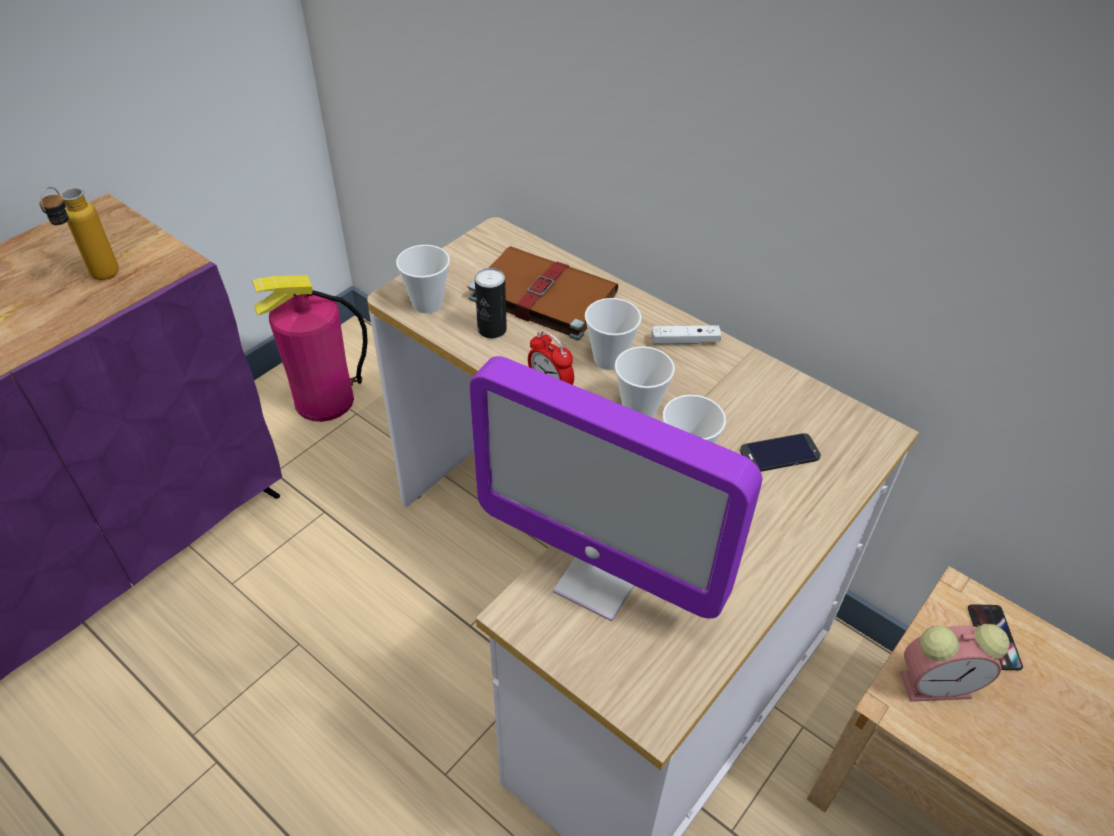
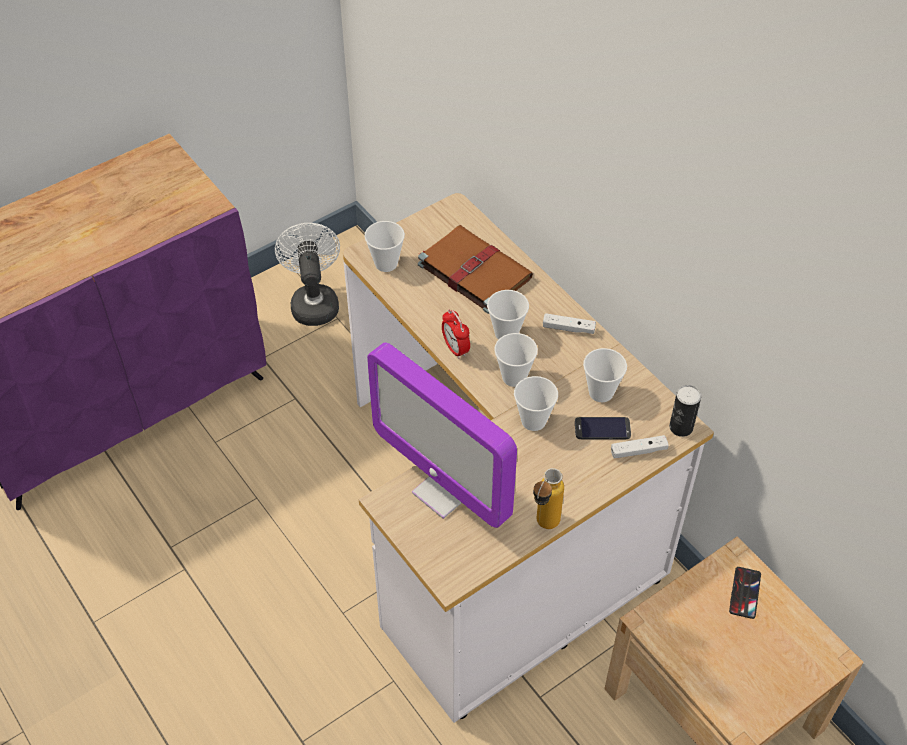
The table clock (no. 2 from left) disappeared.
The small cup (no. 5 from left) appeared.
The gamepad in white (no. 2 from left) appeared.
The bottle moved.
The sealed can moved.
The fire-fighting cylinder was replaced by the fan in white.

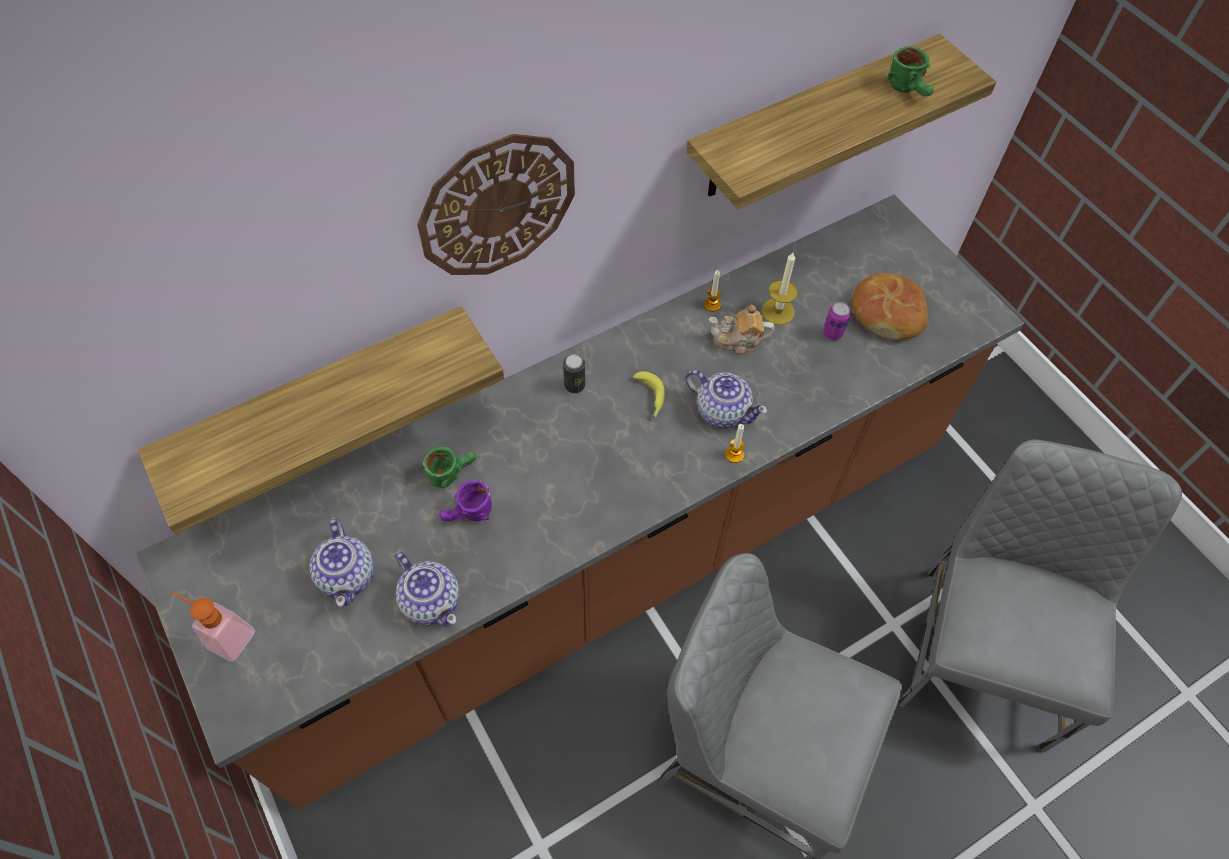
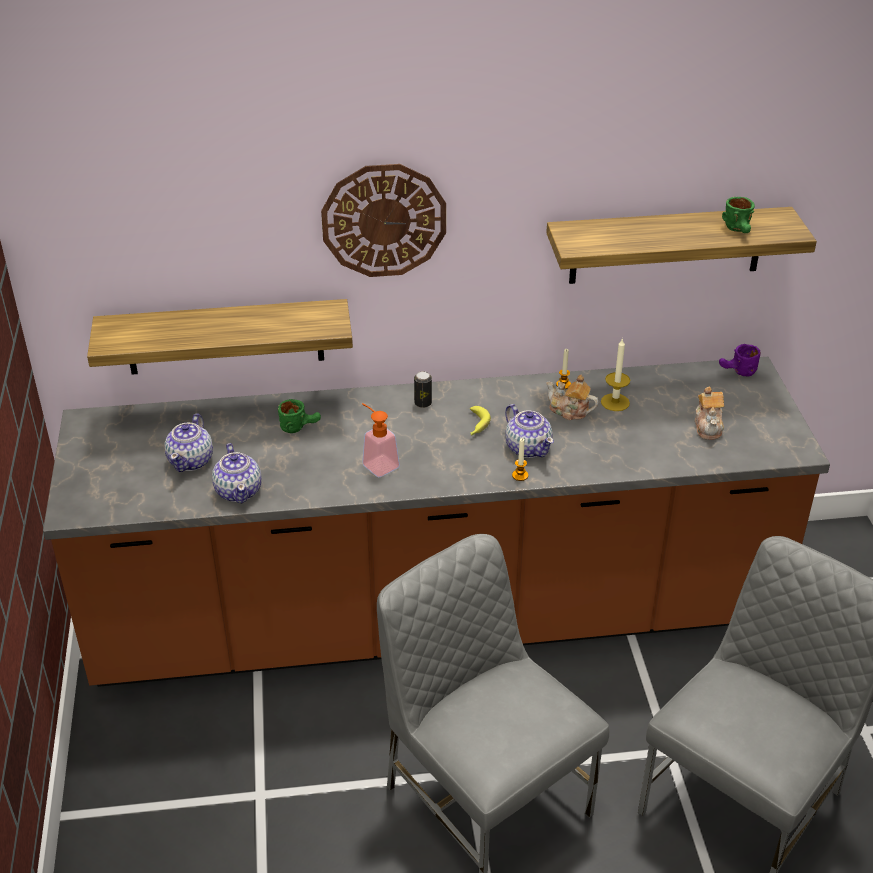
The sealed can (no. 2 from left) disappeared.
The soap bottle moved.
The coffee mug in purplish moved.
The bakery bread was replaced by the teapot (no. 5 from left).

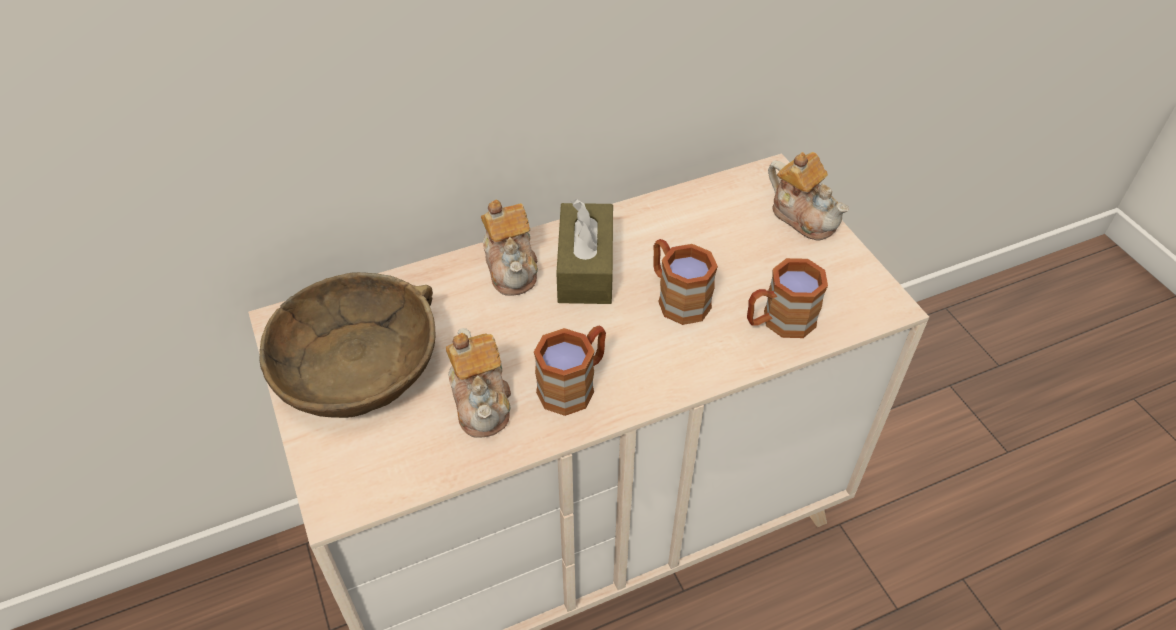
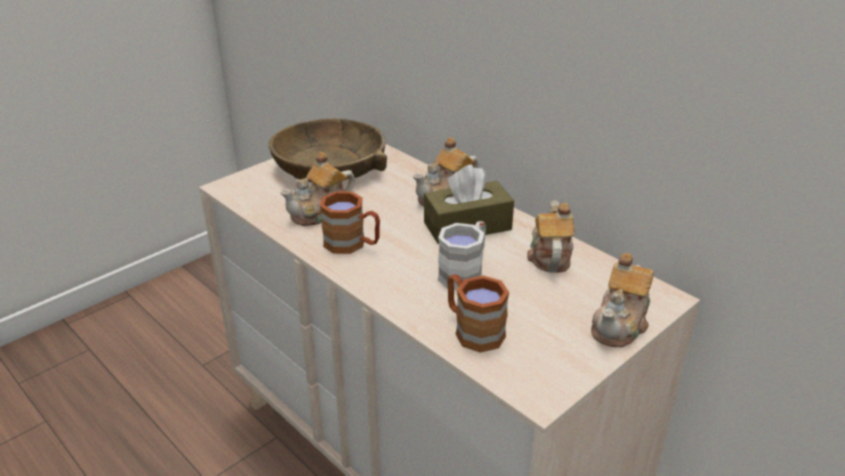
The teapot (no. 3 from left) appeared.
The coffee mug in brown (no. 2 from left) became the coffee mug in white.

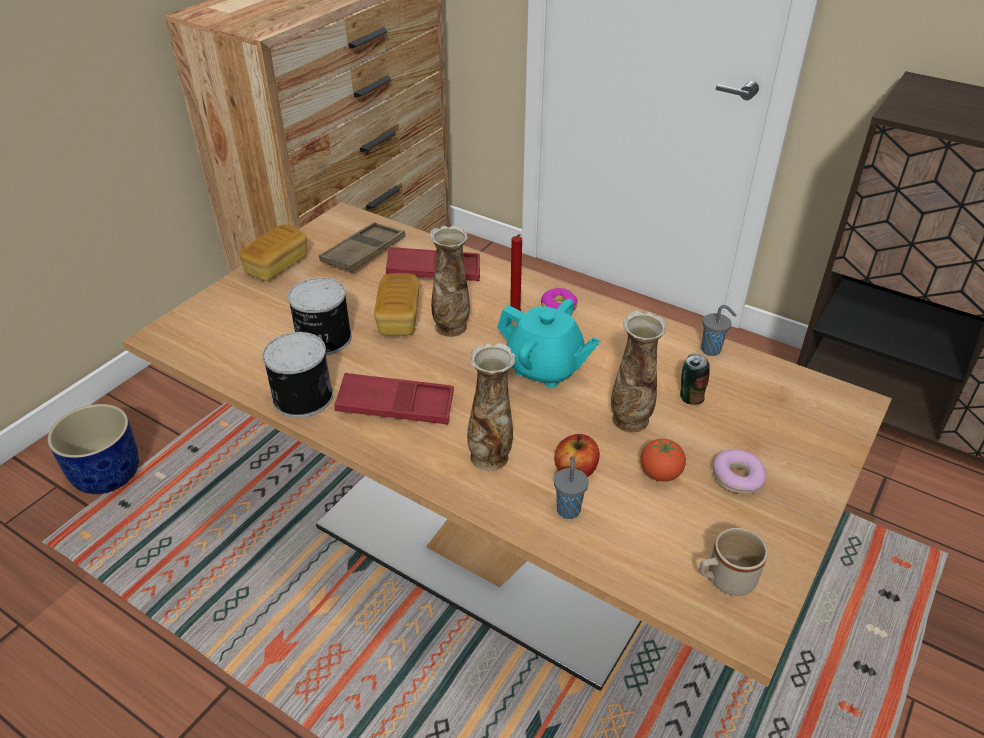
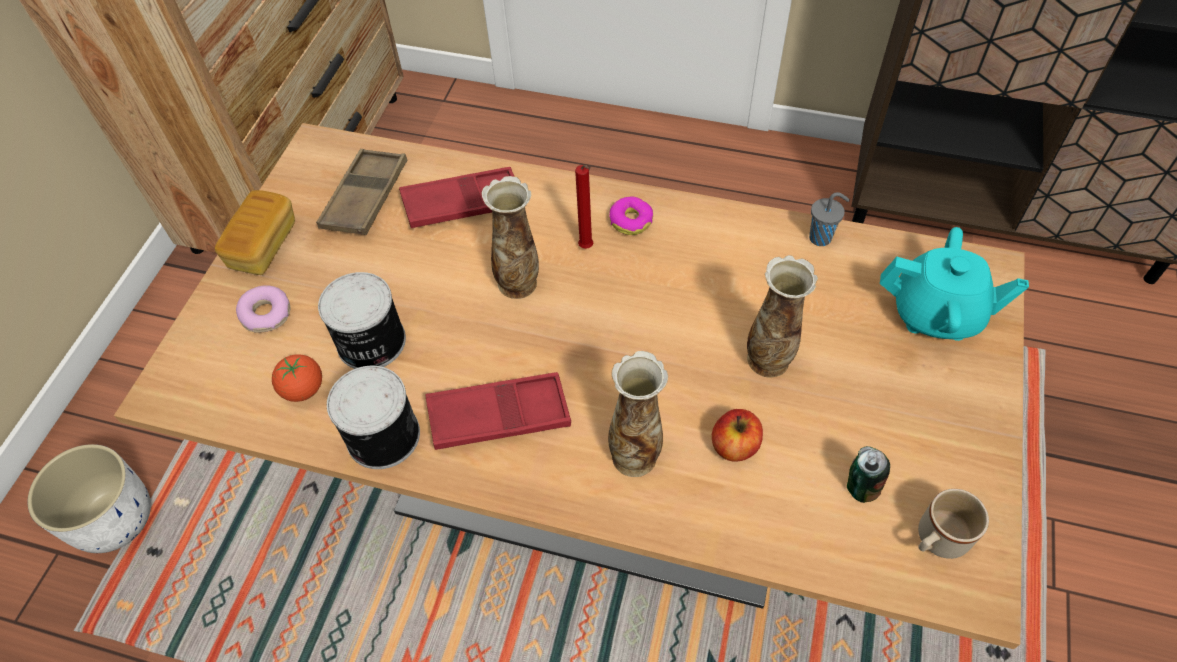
The bakery bread (no. 2 from left) disappeared.
The small cup in grey (no. 1 from left) disappeared.
The teapot in turquoise-coloured moved.
The fresh tomato moved.
The sealed can (no. 3 from left) moved.
The doughnut (no. 2 from left in the first image) moved.
The flower pot in blue-coloured became the flower pot in white.

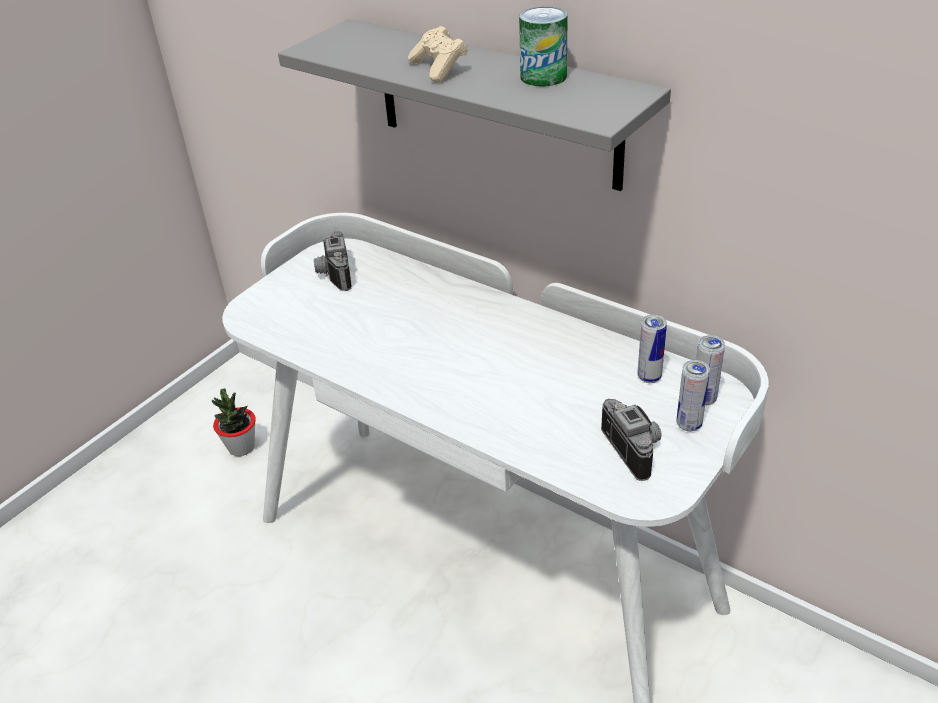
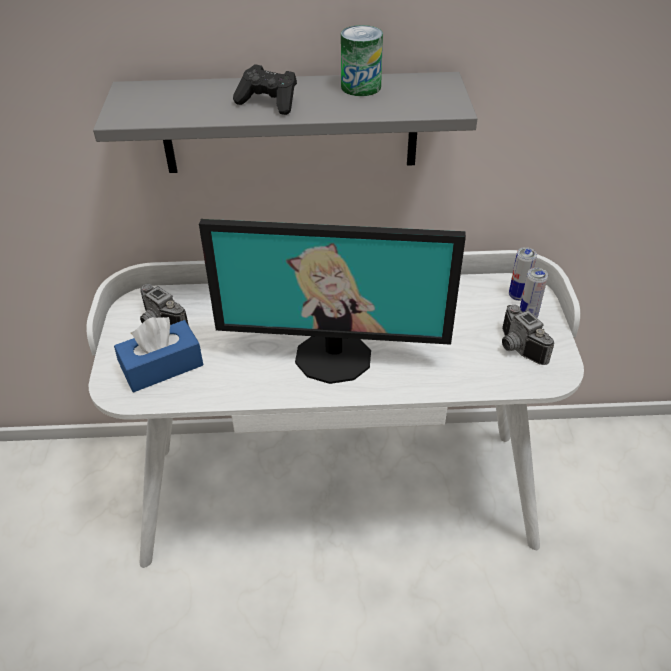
The potted plant disappeared.
The sealed can (no. 2 from left) disappeared.
The tissue holder in blue-coloured appeared.
The monitor appeared.
The gamepad in beige-coloured became the gamepad in black-coloured.
The still camera (no. 2 from left) turned 150 degrees counterclockwise.

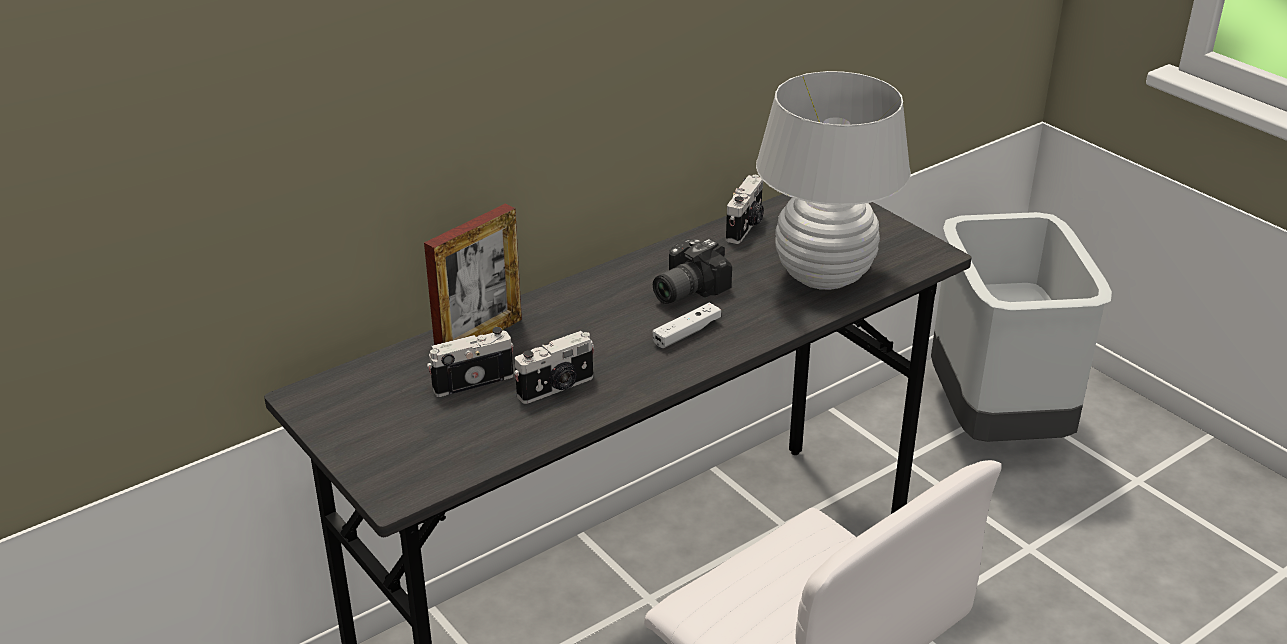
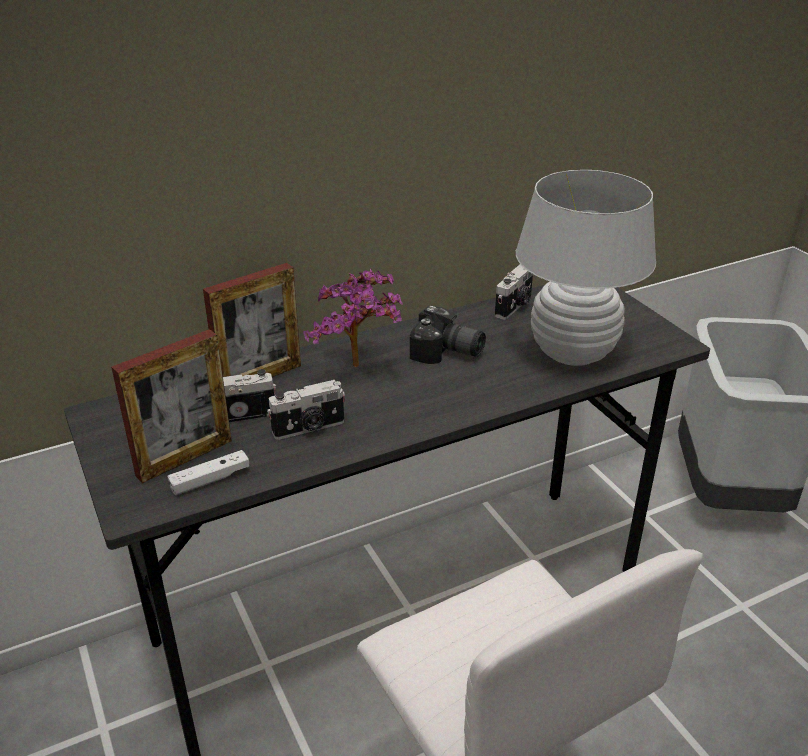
The picture frame (no. 1 from left) appeared.
The potted plant appeared.
The gamepad in white moved.
The still camera (no. 3 from left) turned 120 degrees counterclockwise.

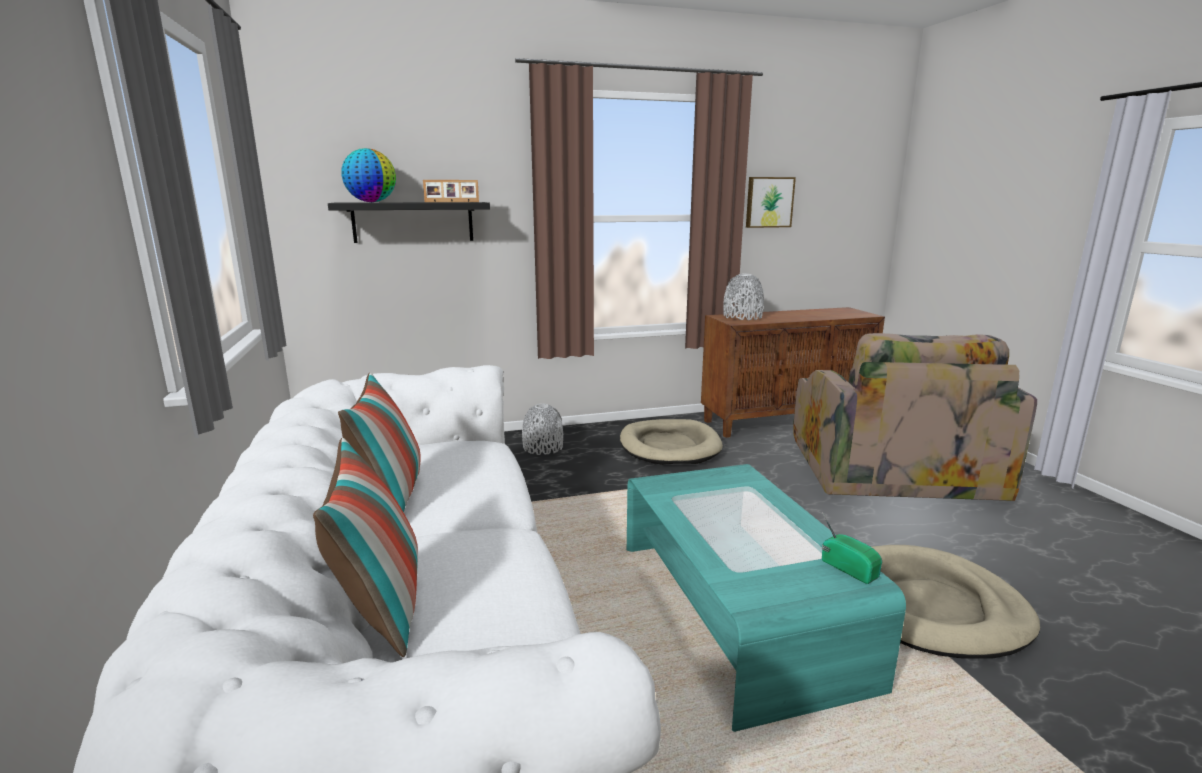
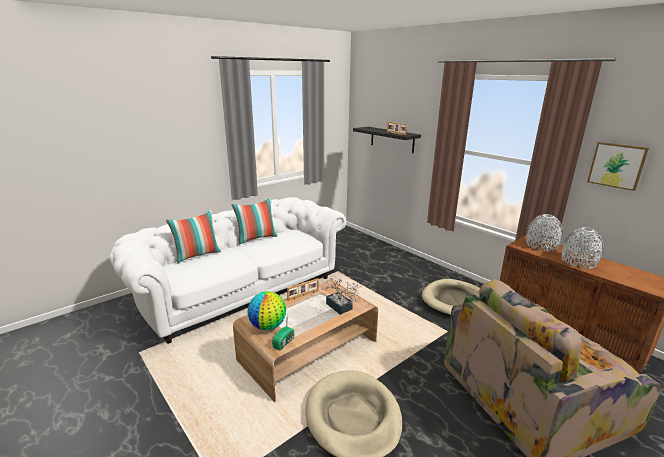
The picture frame (no. 1 from left) appeared.
The potted plant appeared.
The world globe moved.
The vase in grey (no. 1 from left in the first image) moved.
The low table in turquoise-coloured became the low table in brown.

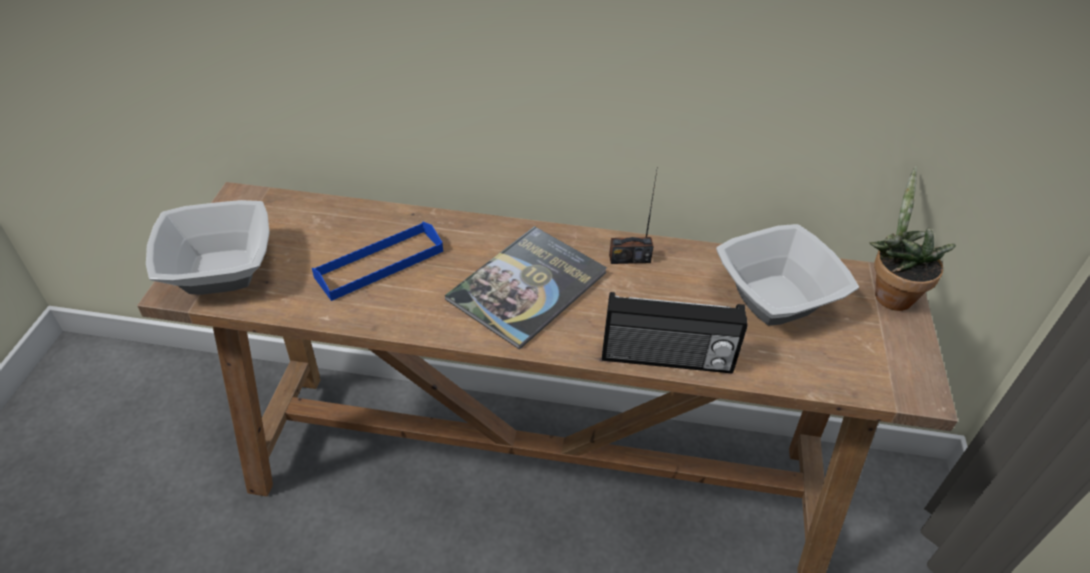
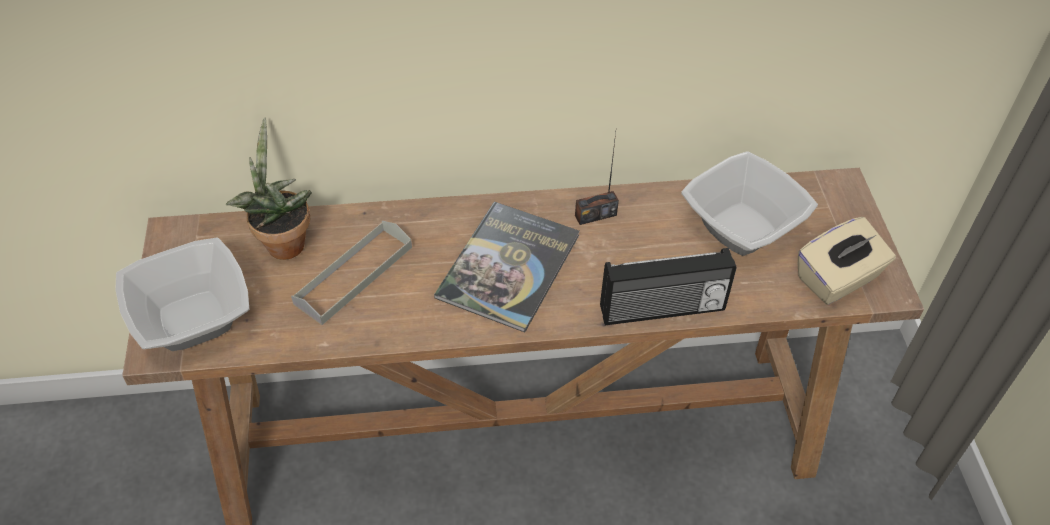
The tissue holder in beige-coloured appeared.
The potted plant moved.
The serving tray in blue-coloured became the serving tray in grey.

